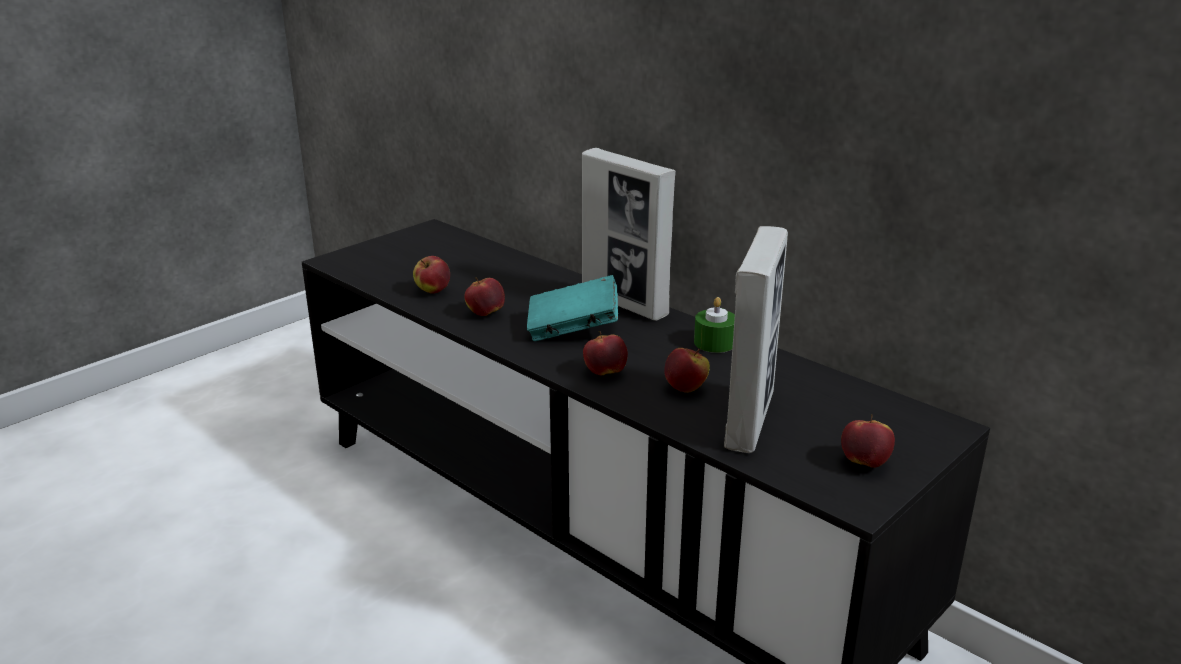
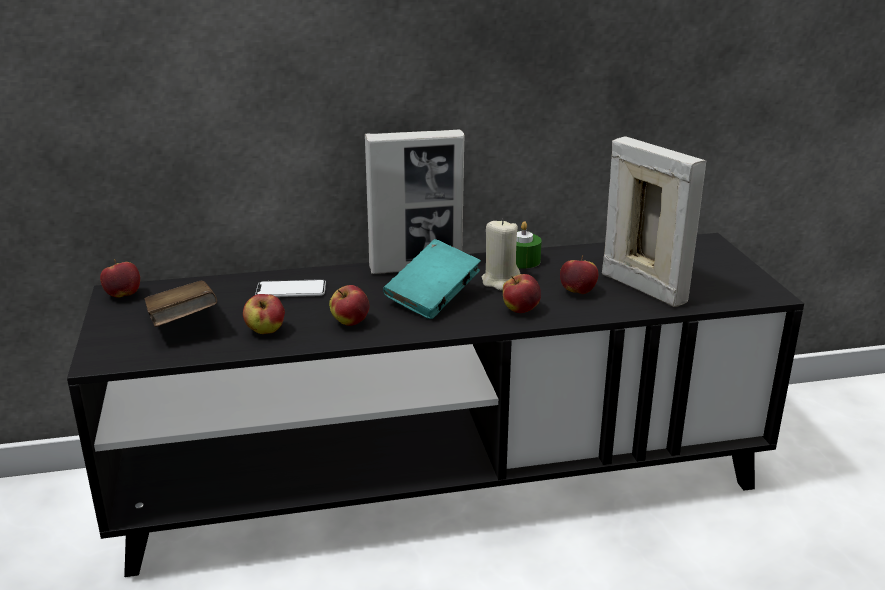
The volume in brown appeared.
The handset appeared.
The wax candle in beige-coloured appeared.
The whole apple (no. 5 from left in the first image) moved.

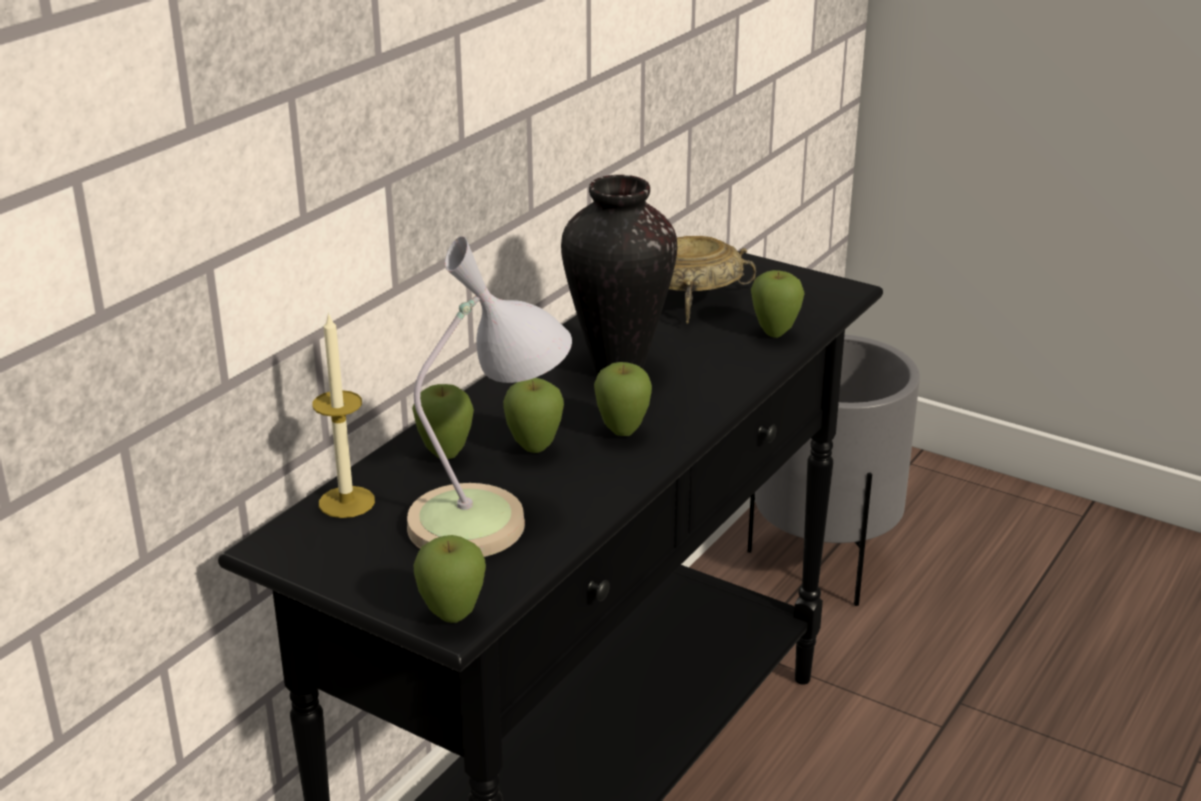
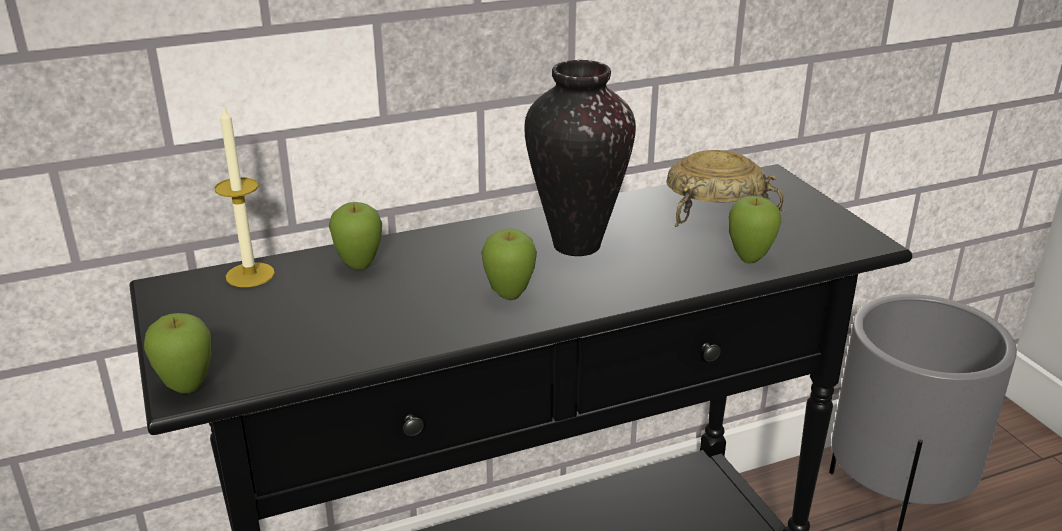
The lamp for a table disappeared.
The whole apple (no. 3 from left) disappeared.

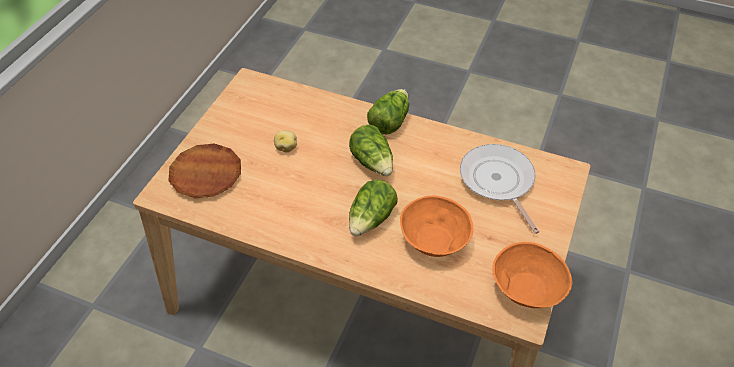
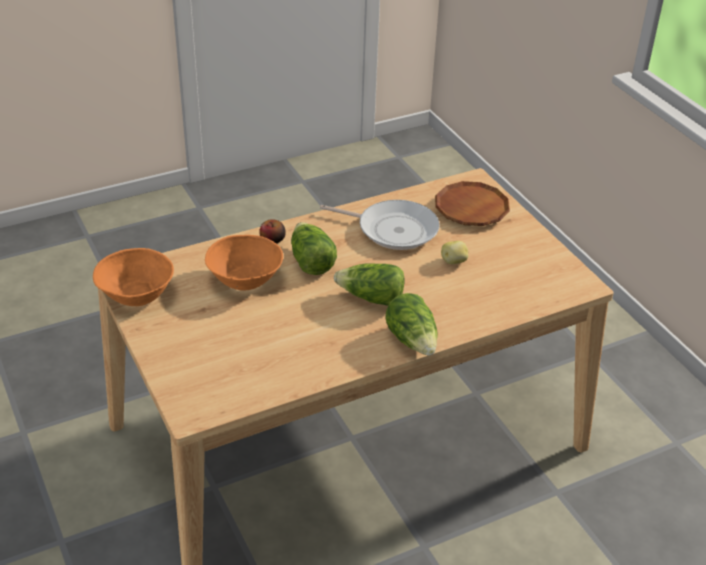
The whole apple appeared.
The frying pan moved.

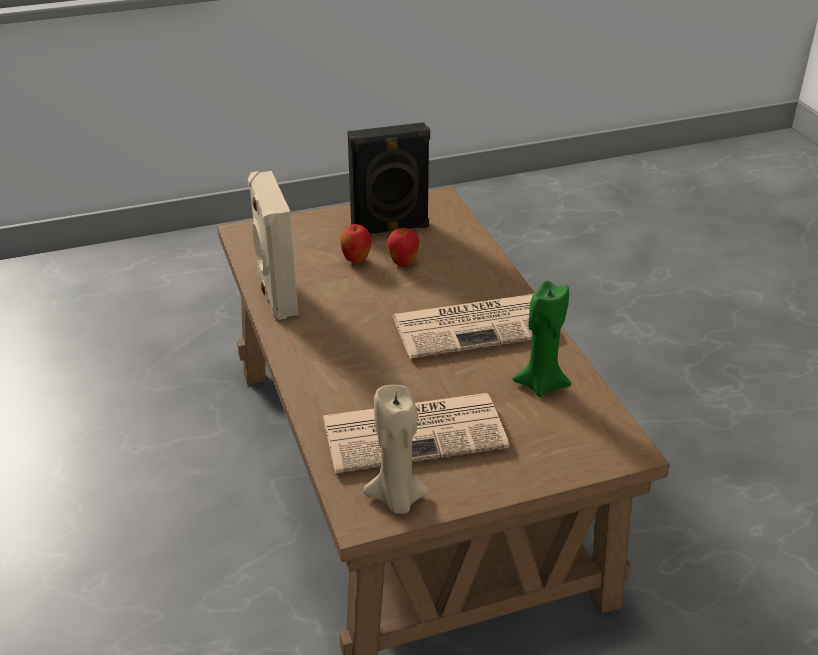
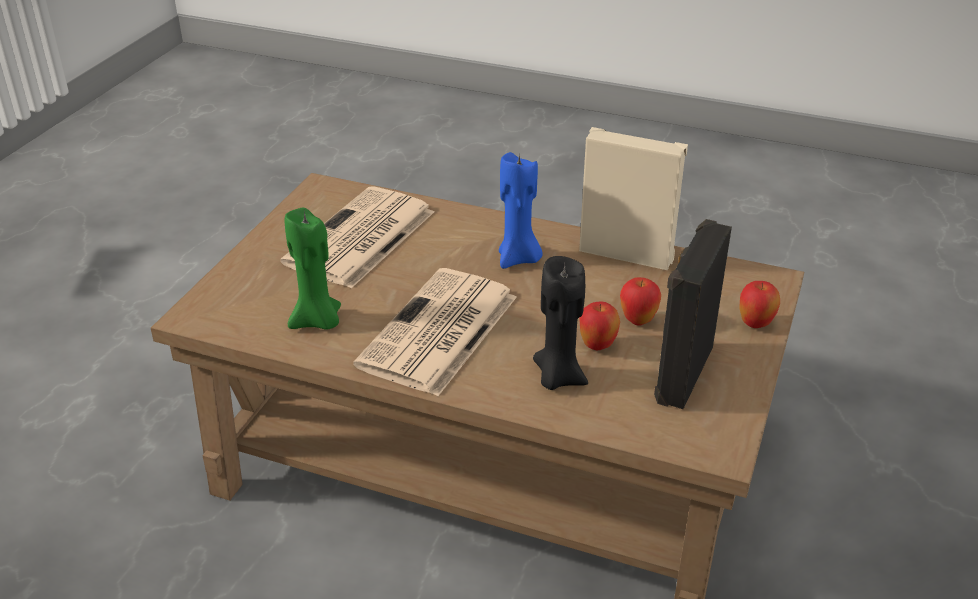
The wax candle in beige-coloured disappeared.
The wax candle in blue-coloured appeared.
The wax candle in black-coloured appeared.
The whole apple (no. 3 from left) appeared.

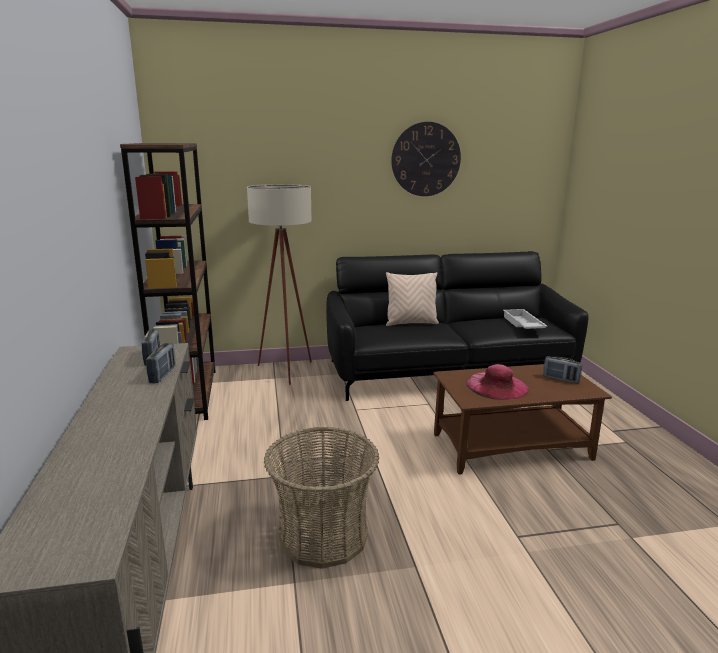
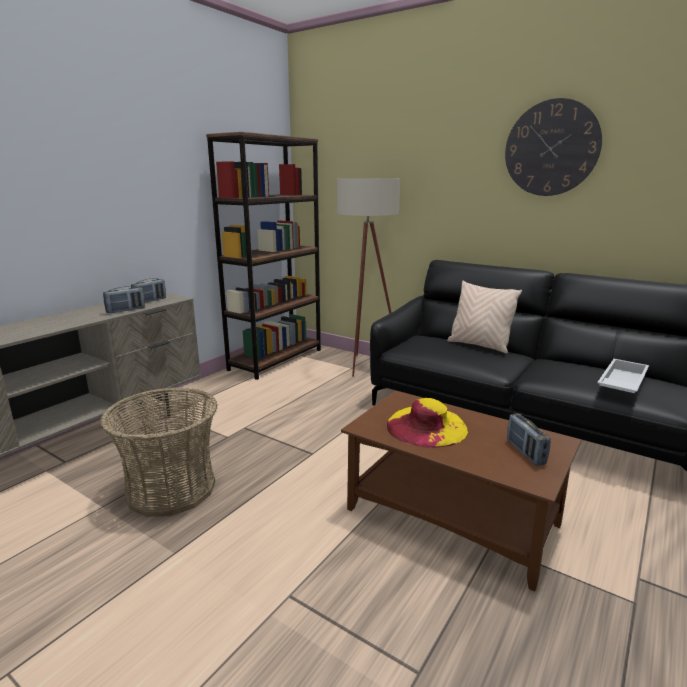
The clothing hat in pinkish became the clothing hat in yellow.

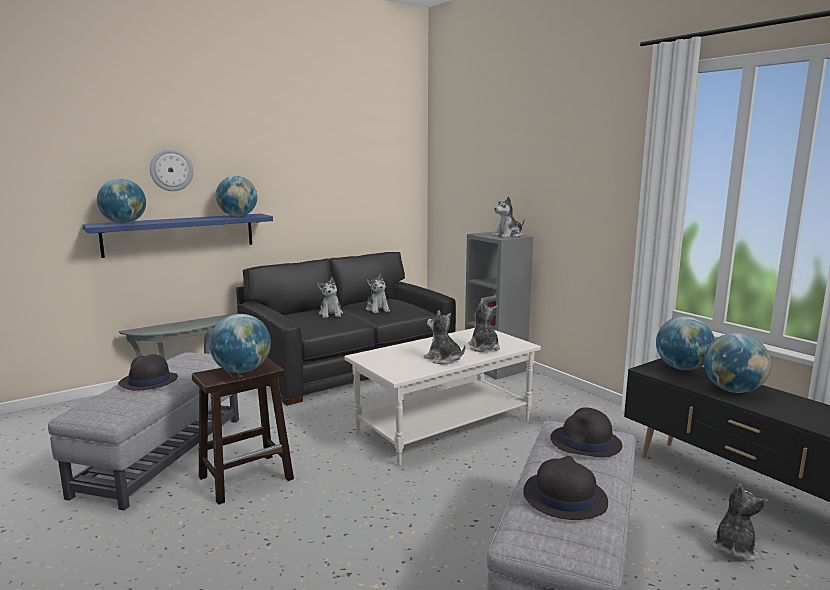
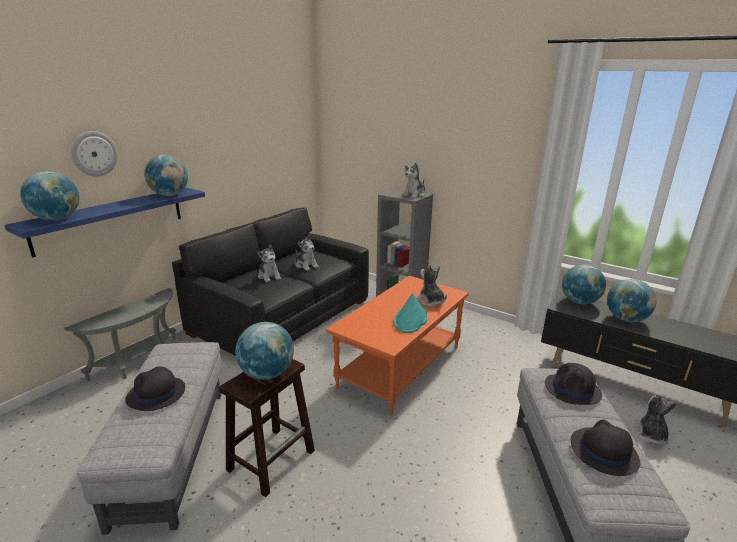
The plush toy (no. 3 from left) was replaced by the clothing hat in turquoise-coloured.
The low table in white became the low table in orange-coloured.

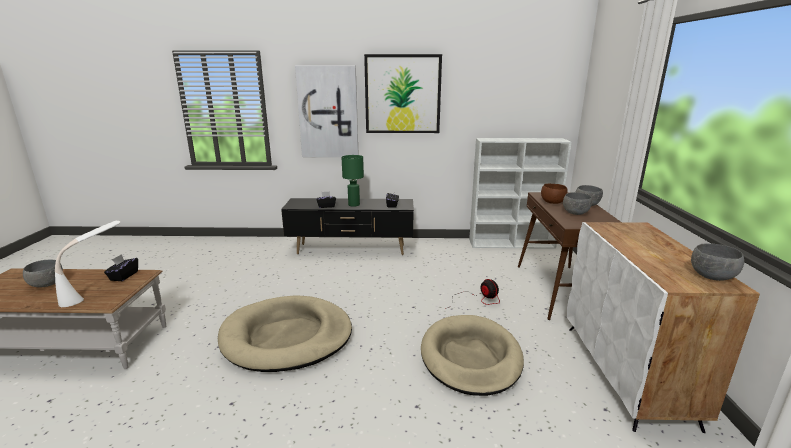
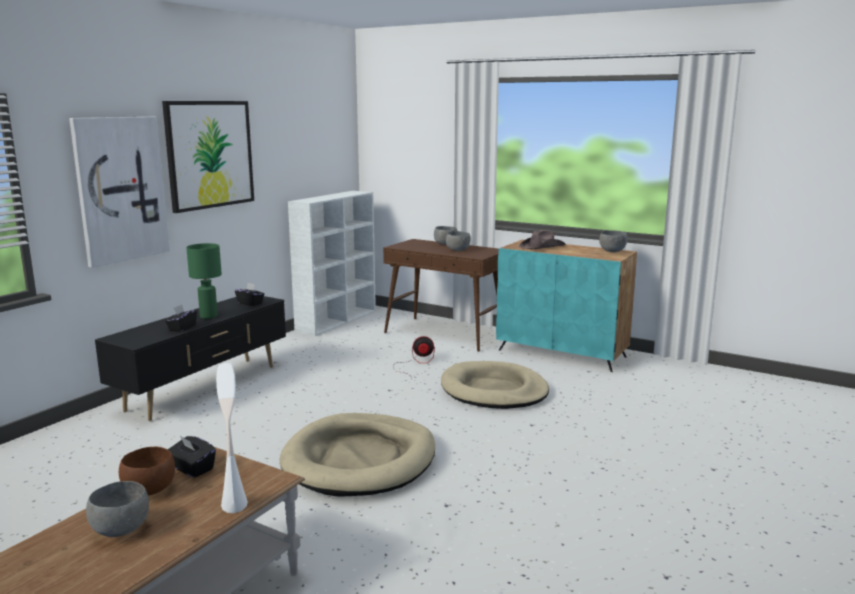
The clothing hat in brown appeared.
The deep dish in brown moved.
The cabinet in white became the cabinet in turquoise-coloured.

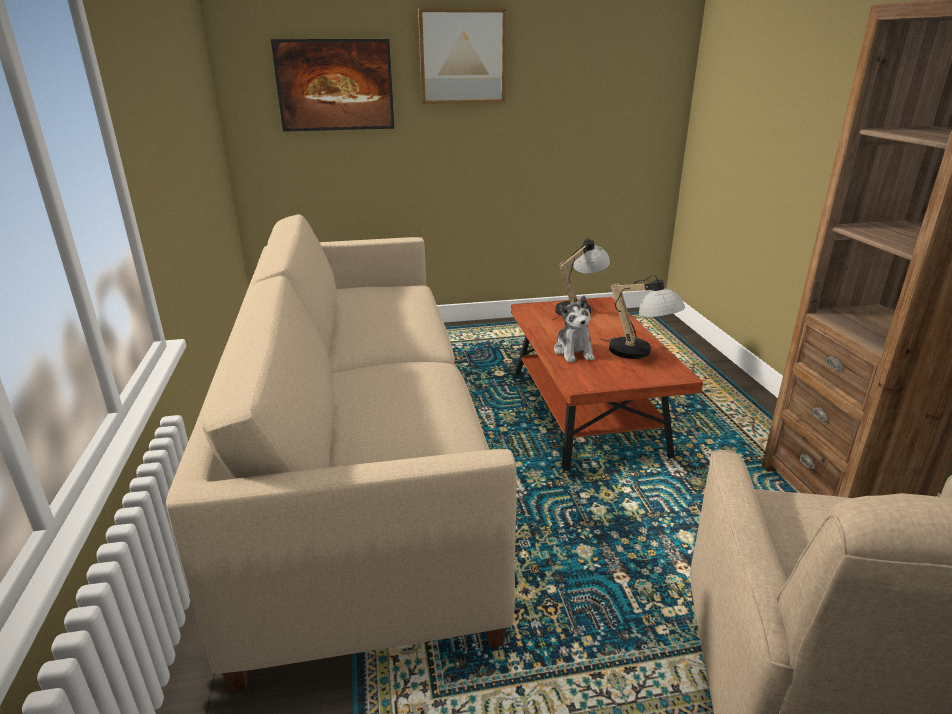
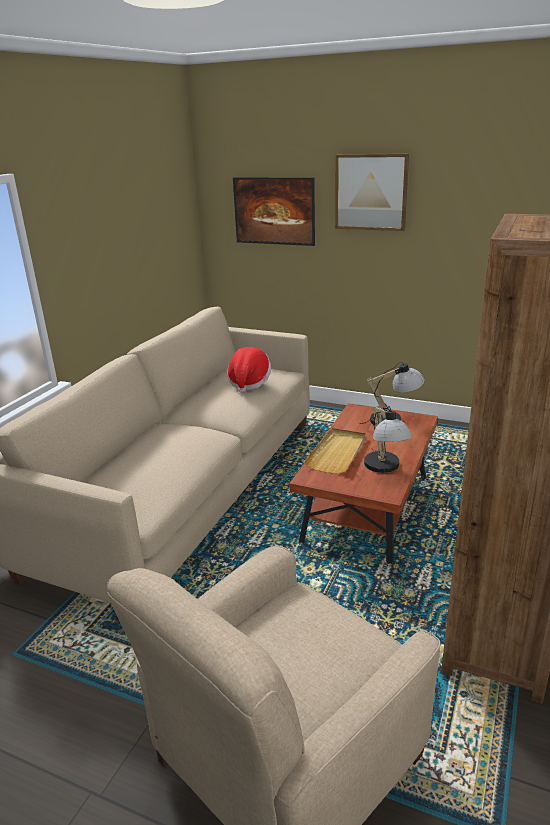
The clothing hat appeared.
The plush toy was replaced by the serving tray in beige-coloured.

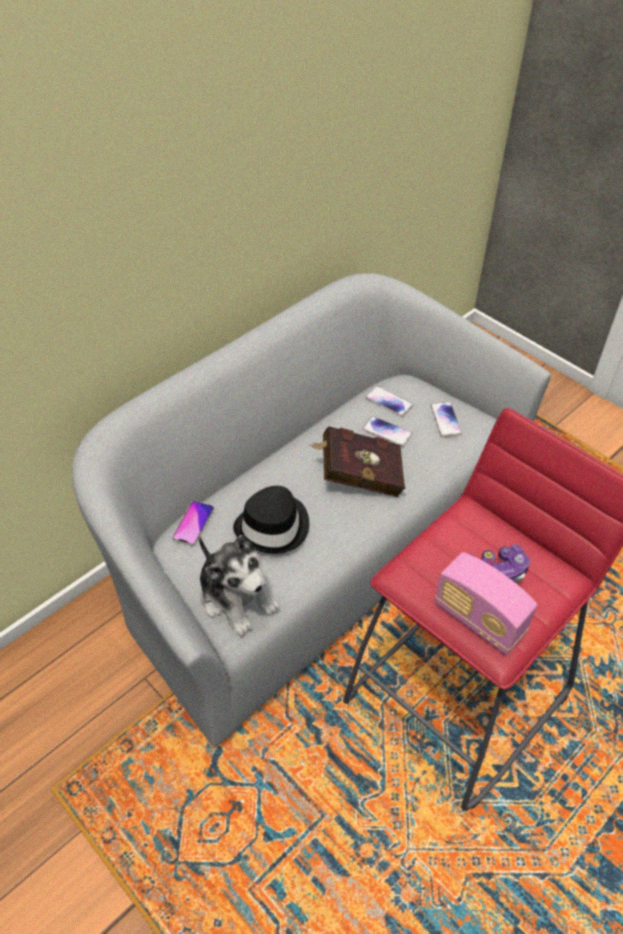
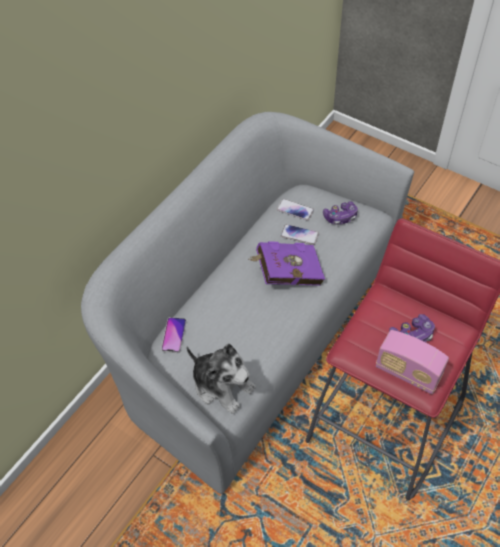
The clothing hat in black-coloured disappeared.
The handset (no. 4 from left) was replaced by the gamepad (no. 1 from left).
The volume in red-coloured became the volume in purplish.

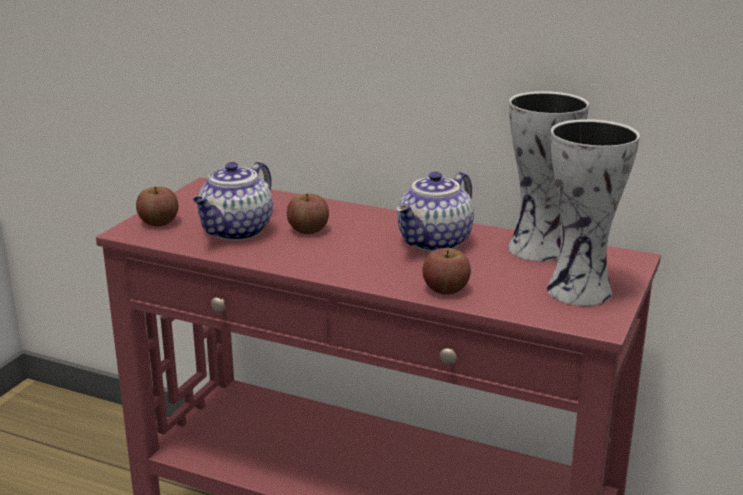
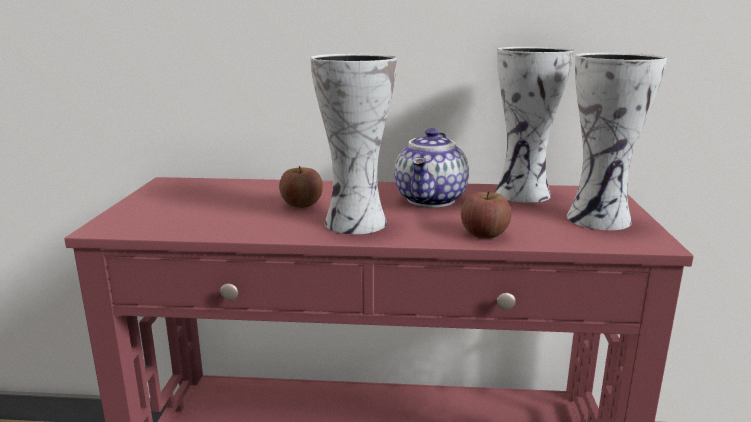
The whole apple (no. 1 from left) disappeared.
The teapot (no. 1 from left) disappeared.
The vase (no. 1 from left) appeared.

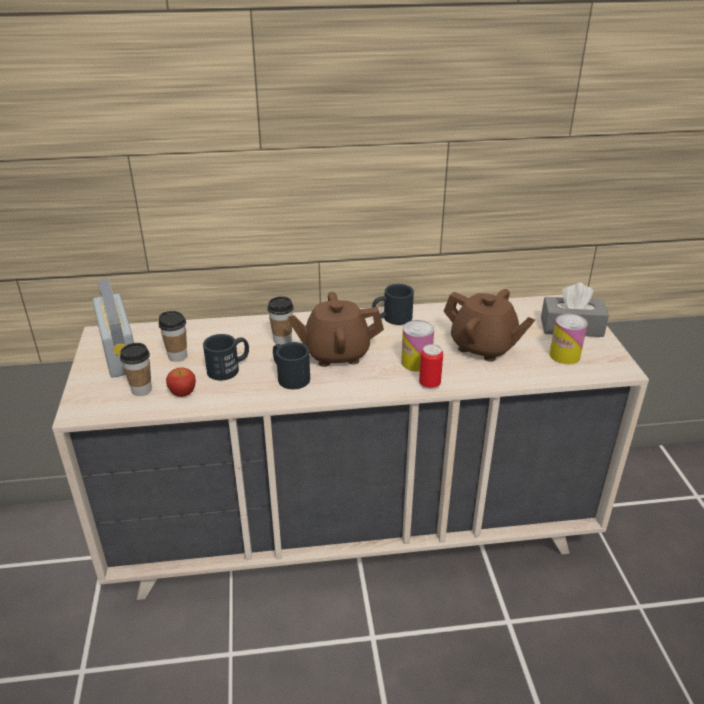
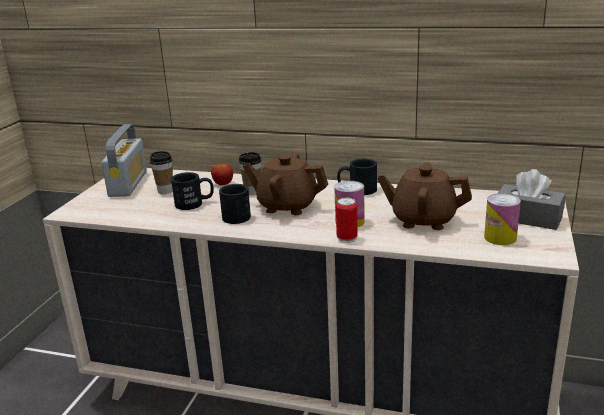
The small cup (no. 1 from left) disappeared.
The whole apple moved.
The teapot in brown (no. 2 from left) turned 135 degrees clockwise.

